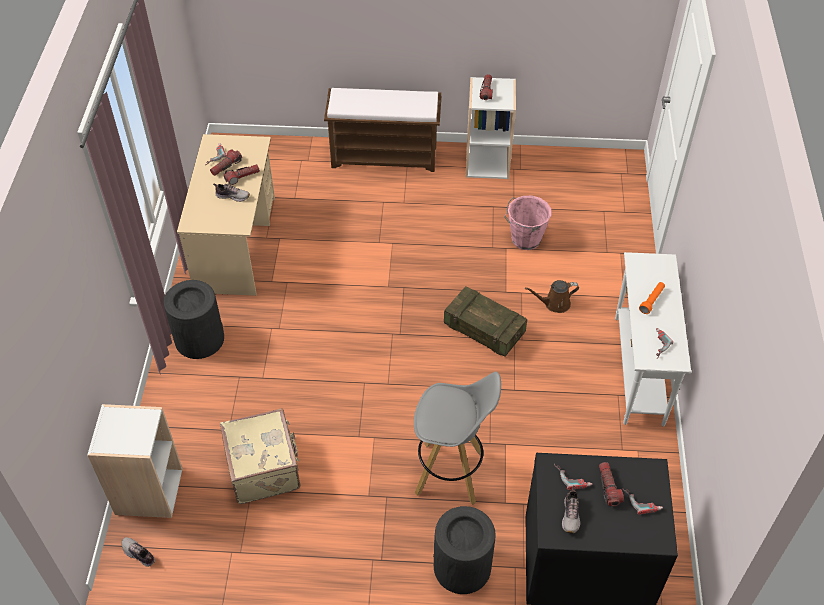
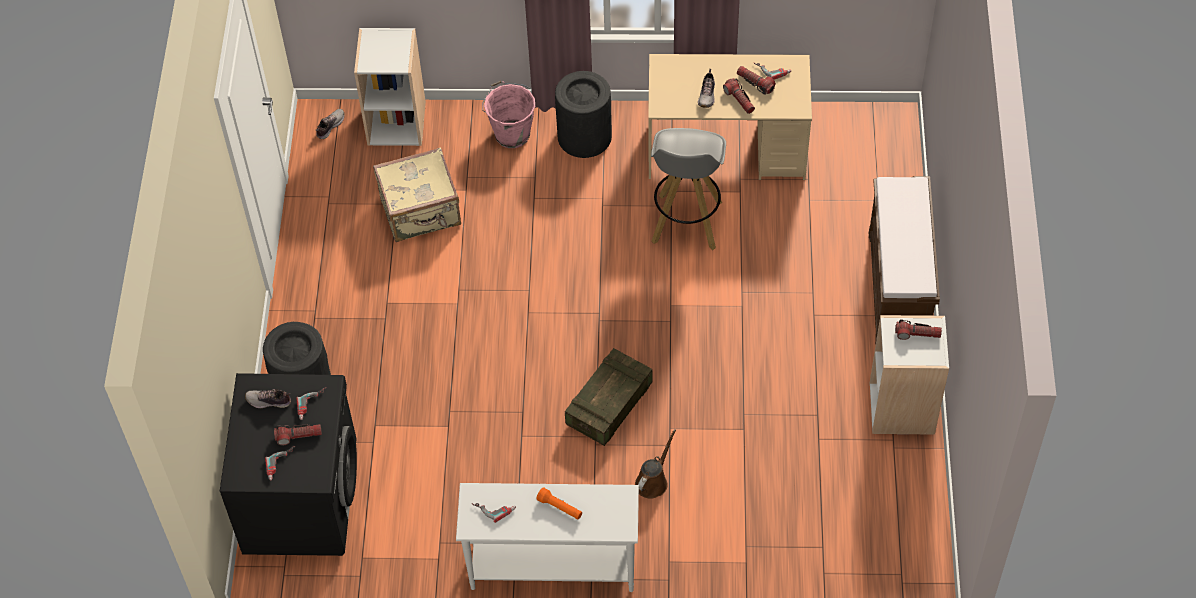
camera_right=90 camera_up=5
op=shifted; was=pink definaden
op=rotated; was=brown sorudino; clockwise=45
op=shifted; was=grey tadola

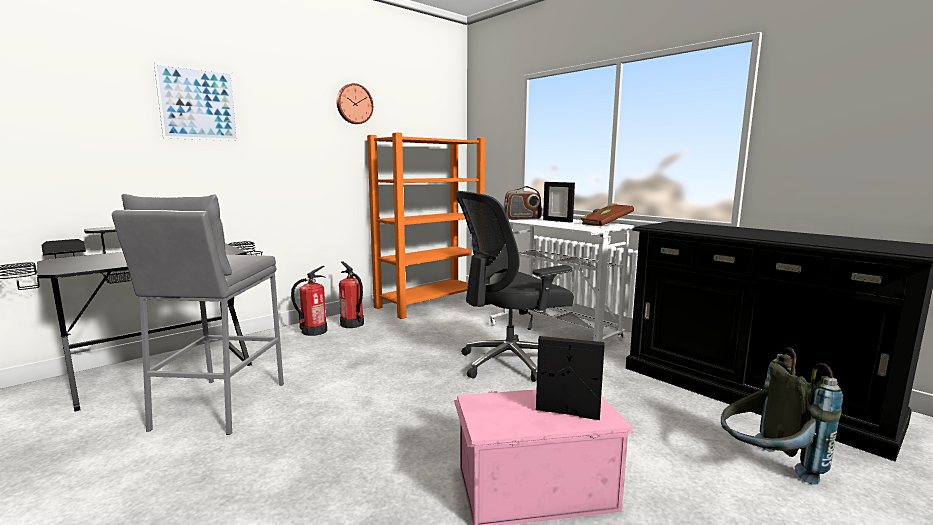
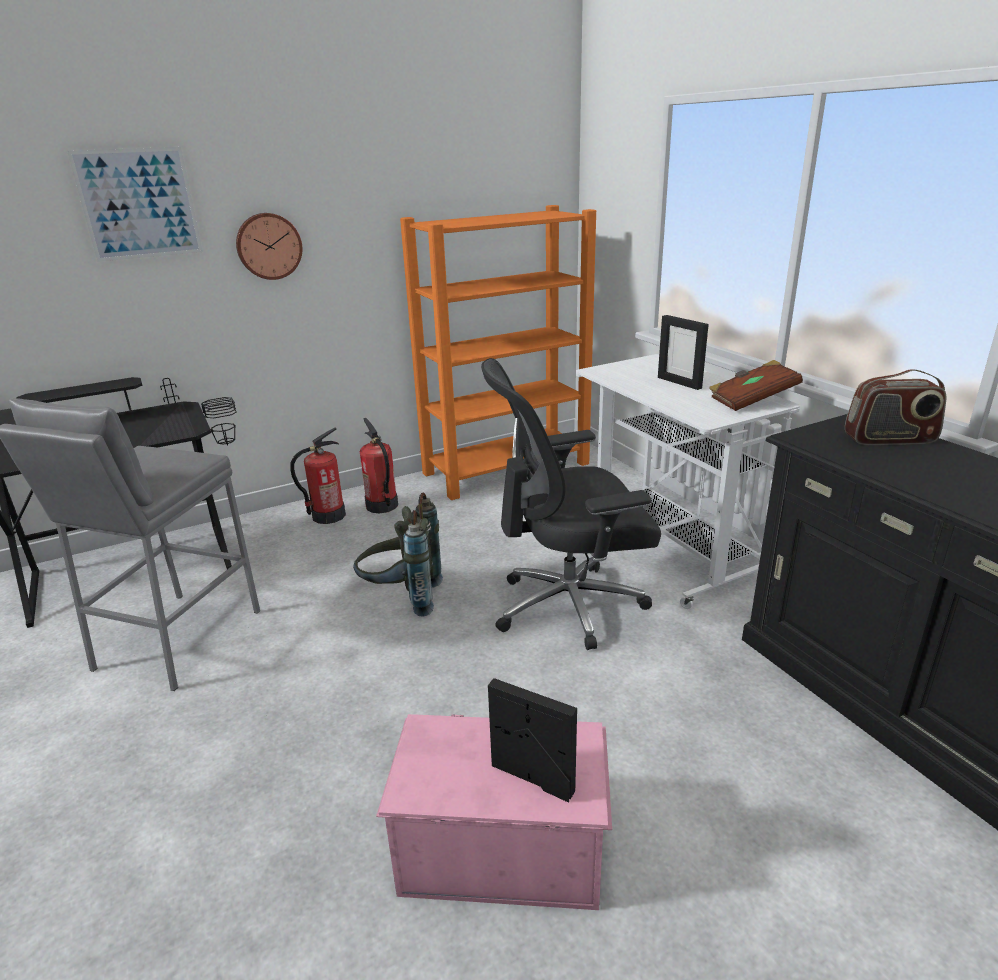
camera_right=15 camera_up=15
op=shifted; was=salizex
op=shifted; was=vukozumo
op=shifted; was=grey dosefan

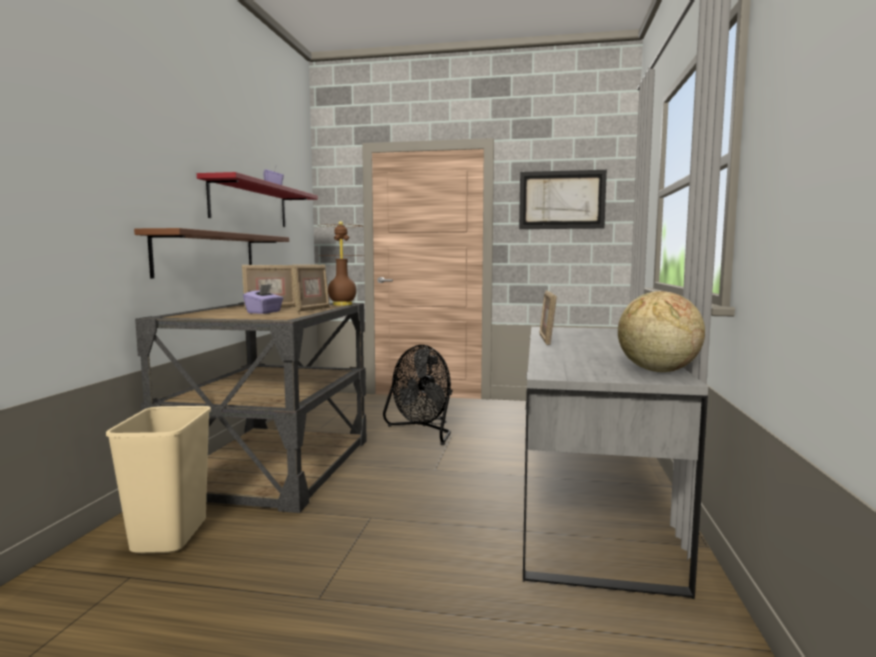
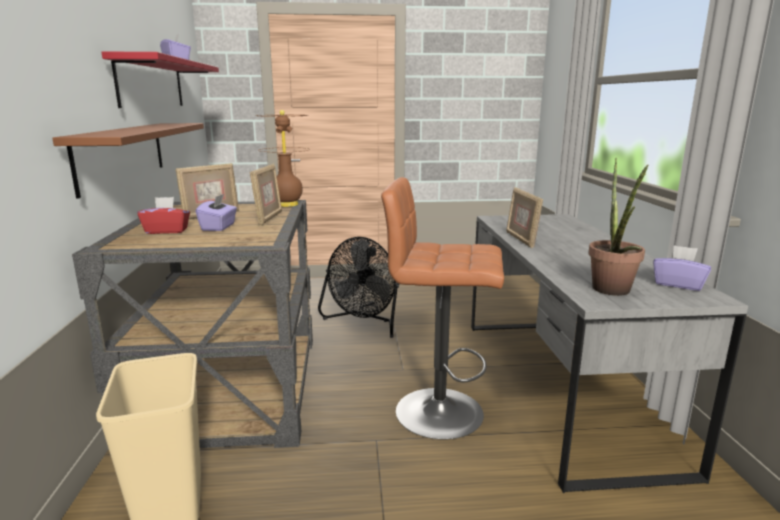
camera_right=-15 camera_up=10
op=gone; was=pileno
op=swapped; was=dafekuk; now=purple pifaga (no. 3 from left)
op=new; now=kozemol
op=new; now=brown tadola
op=new; now=red pifaga

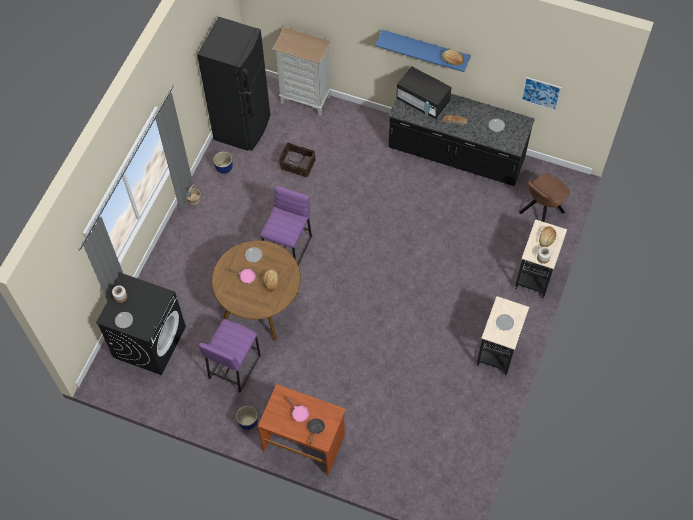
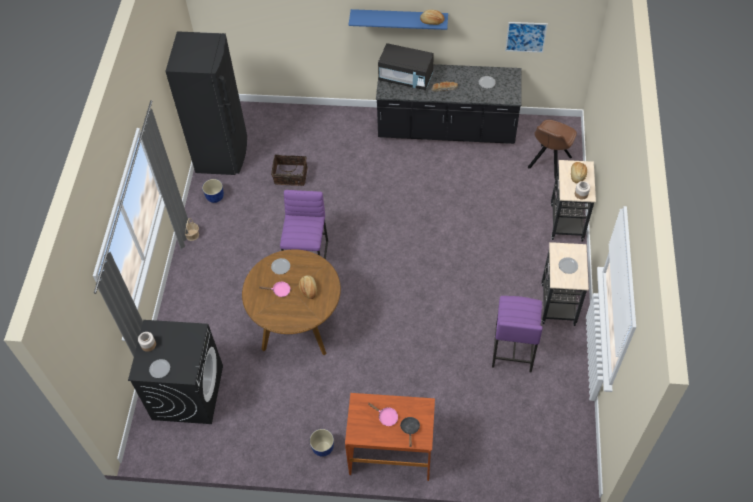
camera_right=-15 camera_up=-5
op=gone; was=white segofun
op=shifted; was=purple tadola (no. 1 from left in the first image); now=purple tadola (no. 2 from left)

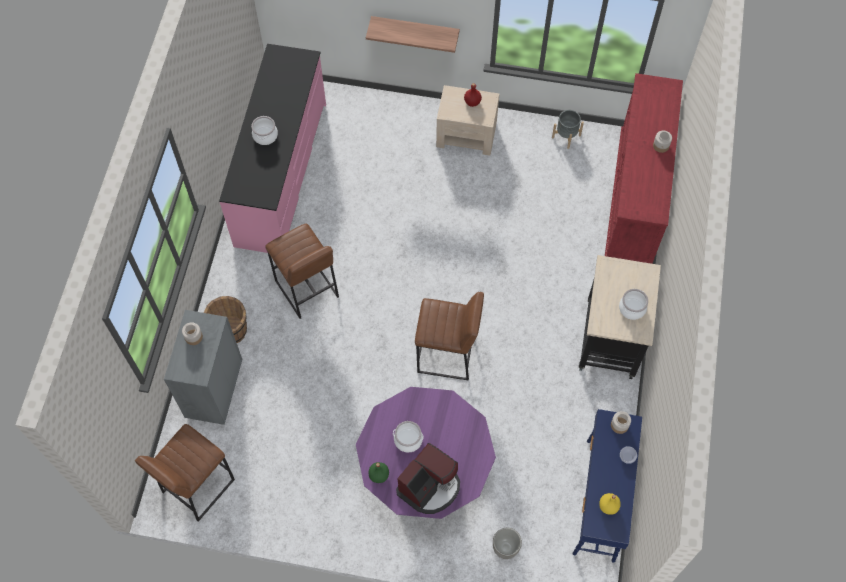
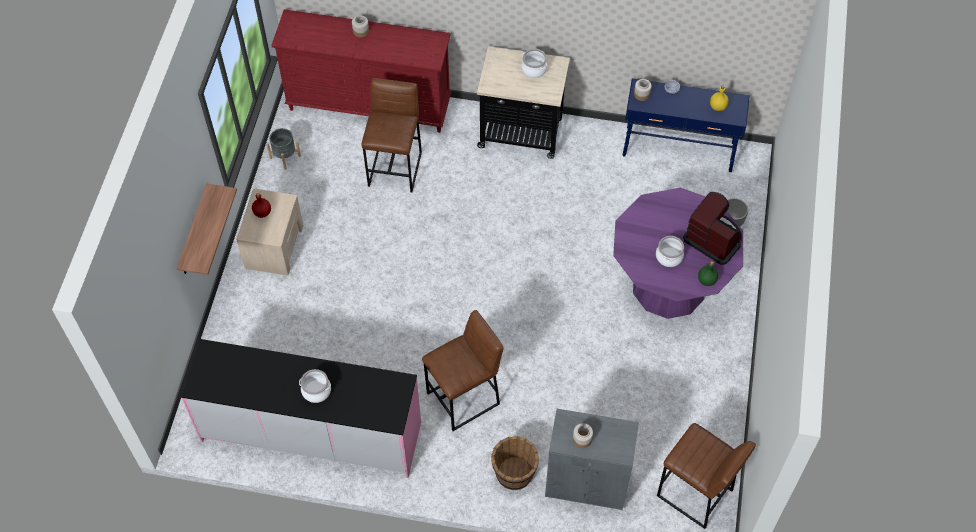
camera_right=-90 camera_up=-5
op=shifted; was=brown tadola (no. 3 from left in the first image); now=brown tadola (no. 1 from left)

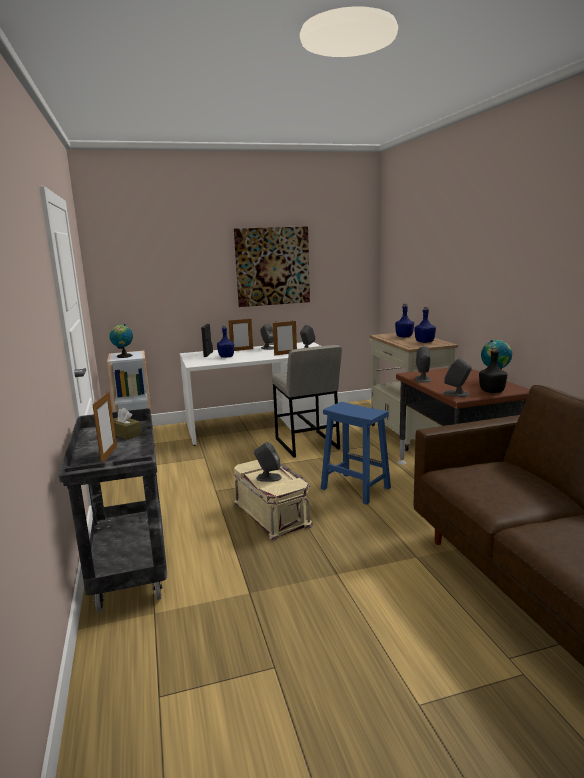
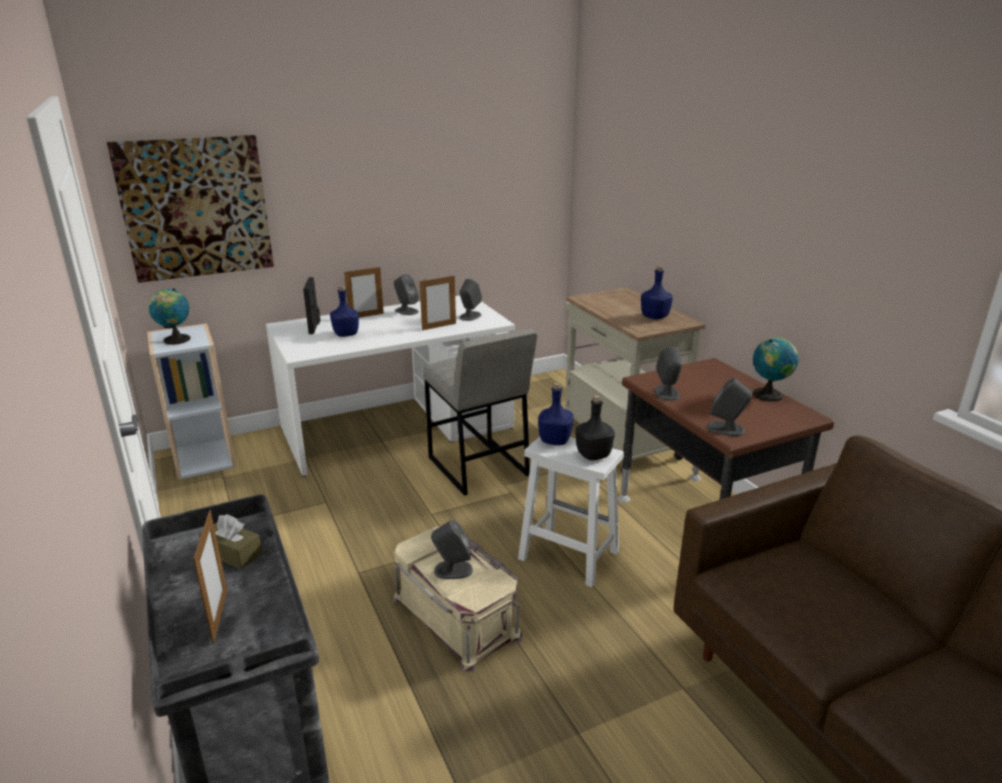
camera_right=-10 camera_up=10
op=shifted; was=pileno
op=shifted; was=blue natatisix (no. 2 from left)
op=shifted; was=black natatisix
op=repainted; was=blue tadola; now=white tadola

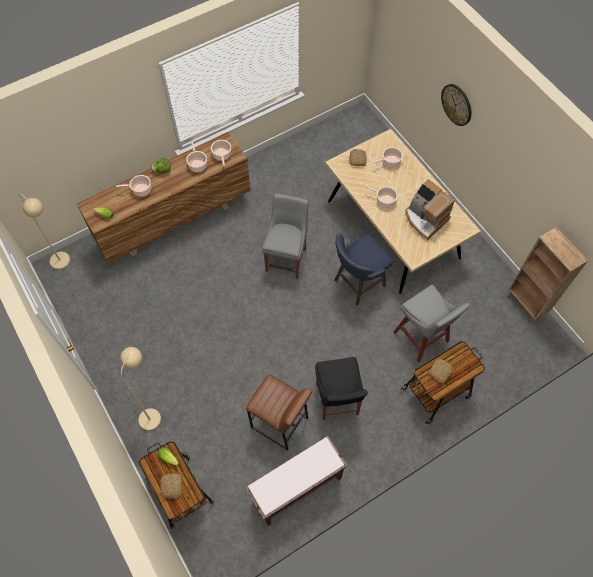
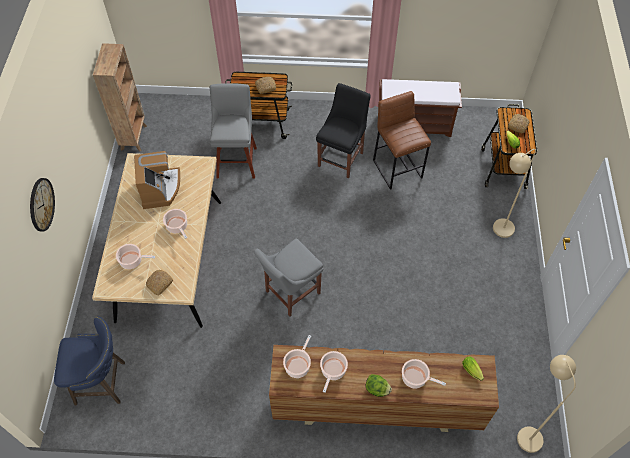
camera_right=-145 camera_up=-5
op=shifted; was=blue tadola

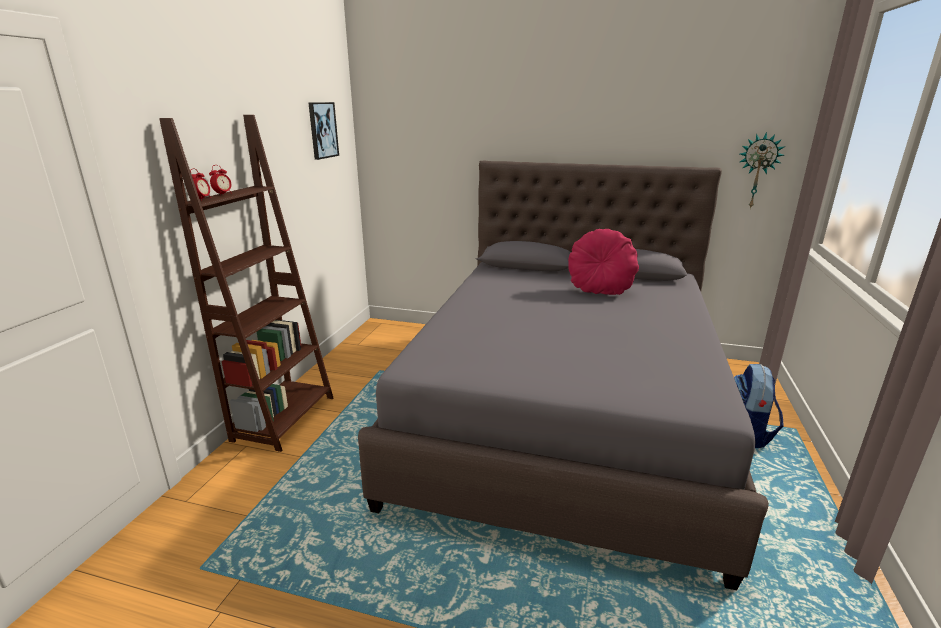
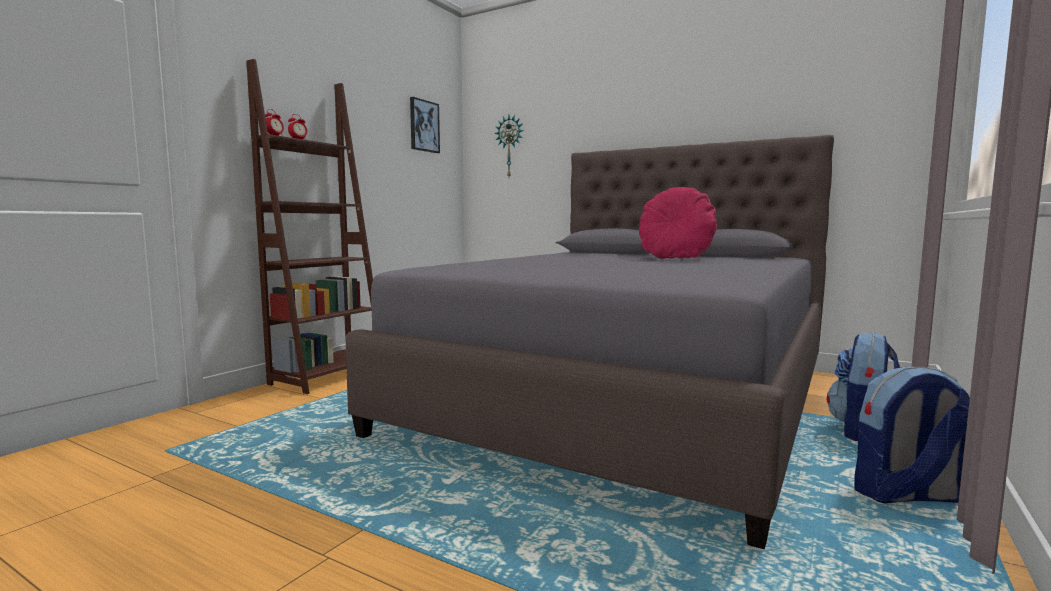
camera_right=15 camera_up=-15
op=shifted; was=salizex
op=new; now=dosefan (no. 2 from left)

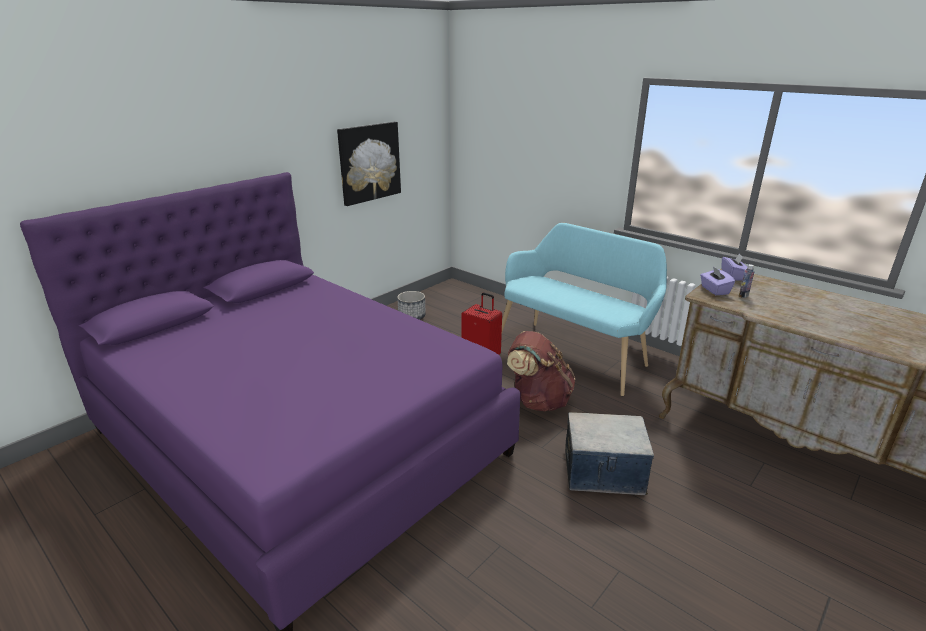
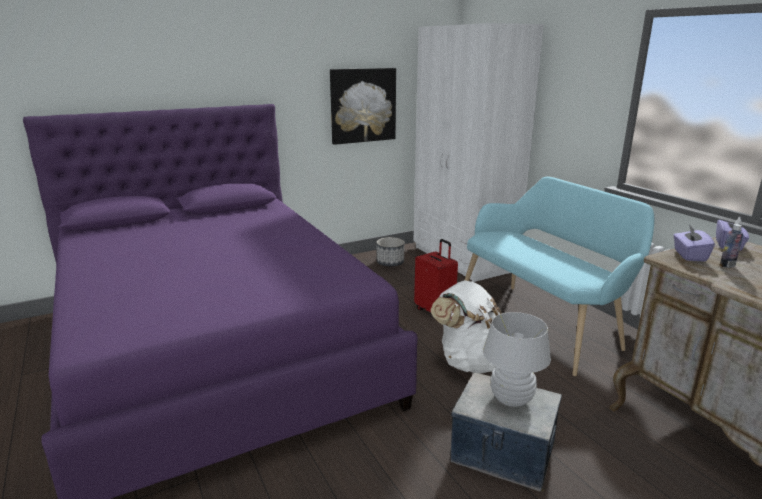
camera_right=20 camera_up=-5
op=repainted; was=brown dosefan; now=white dosefan
op=new; now=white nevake
op=new; now=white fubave

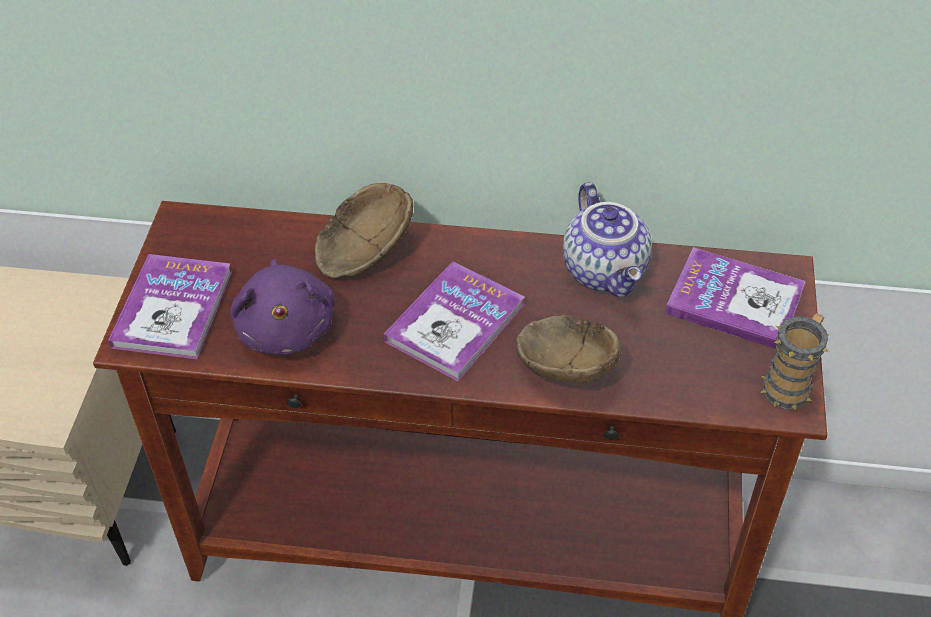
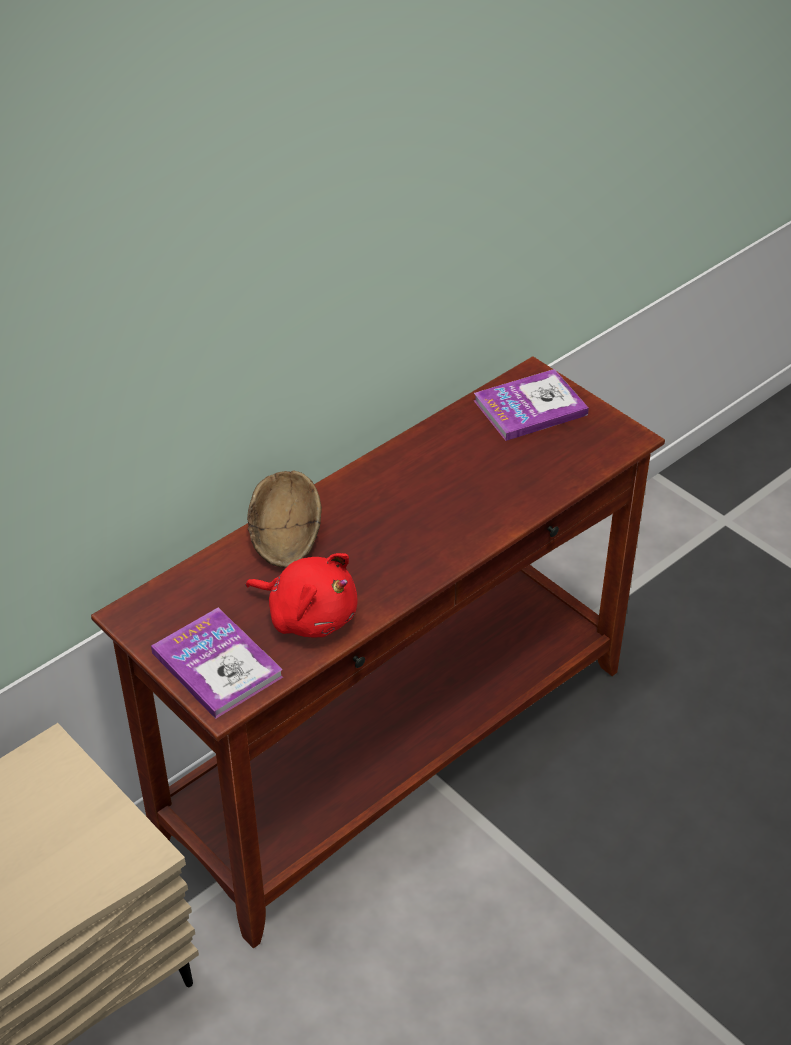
camera_right=-50 camera_up=-5
op=gone; was=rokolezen
op=repainted; was=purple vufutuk; now=red vufutuk
op=gone; was=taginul (no. 2 from left)
op=gone; was=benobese
op=gone; was=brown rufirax (no. 2 from left)

